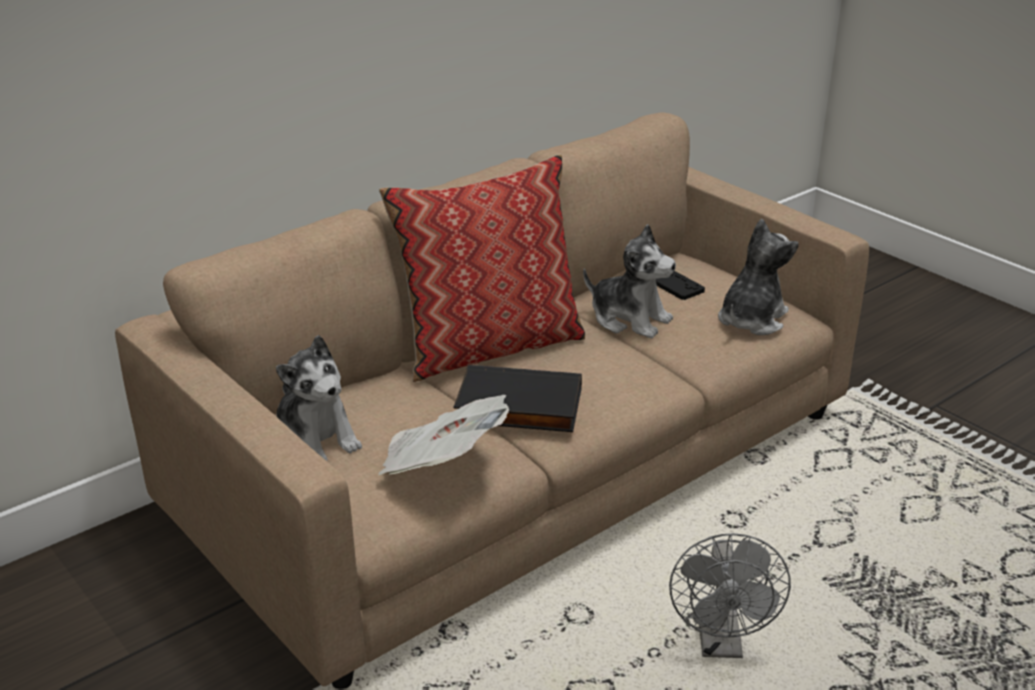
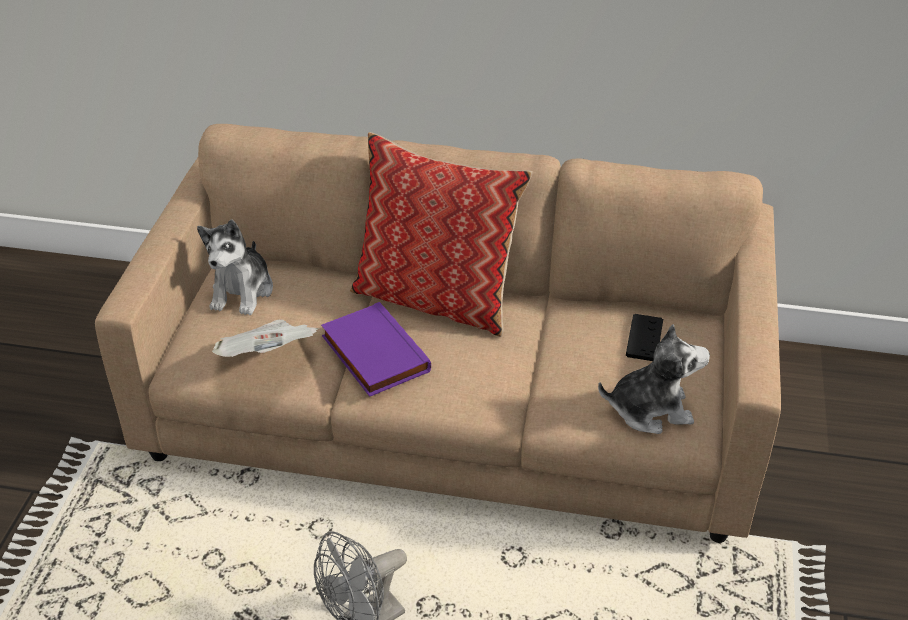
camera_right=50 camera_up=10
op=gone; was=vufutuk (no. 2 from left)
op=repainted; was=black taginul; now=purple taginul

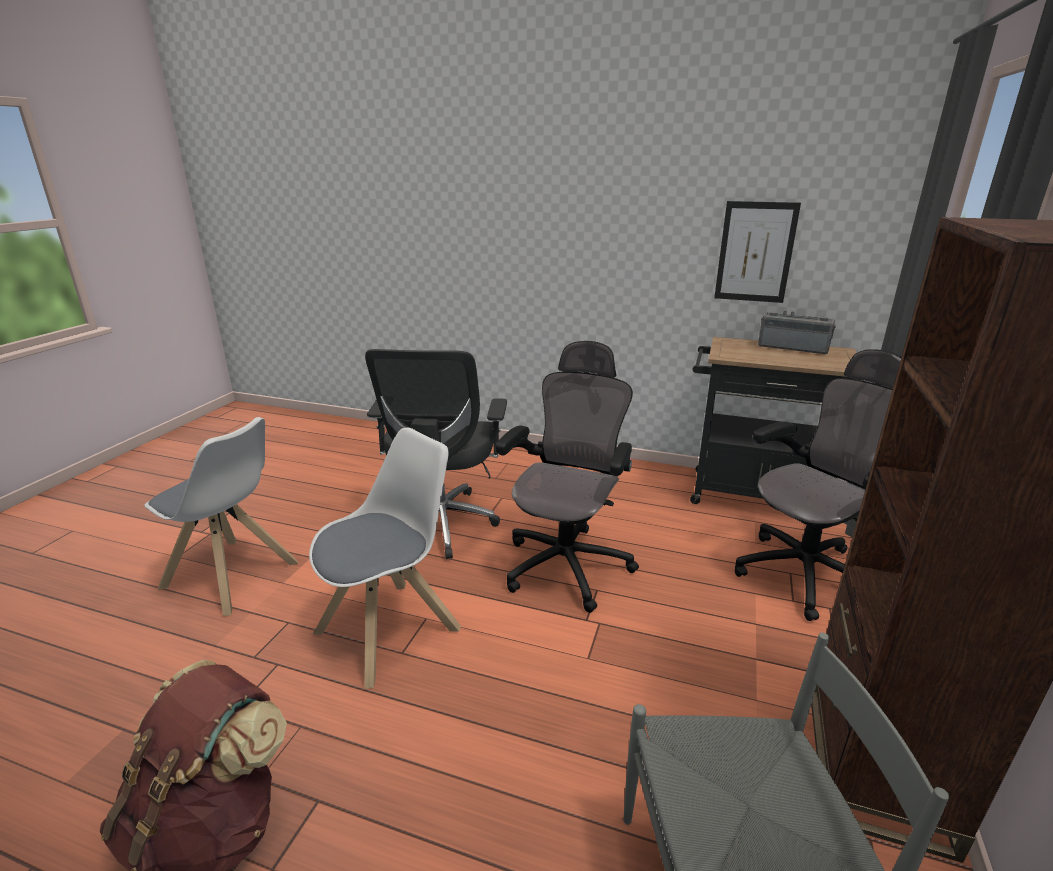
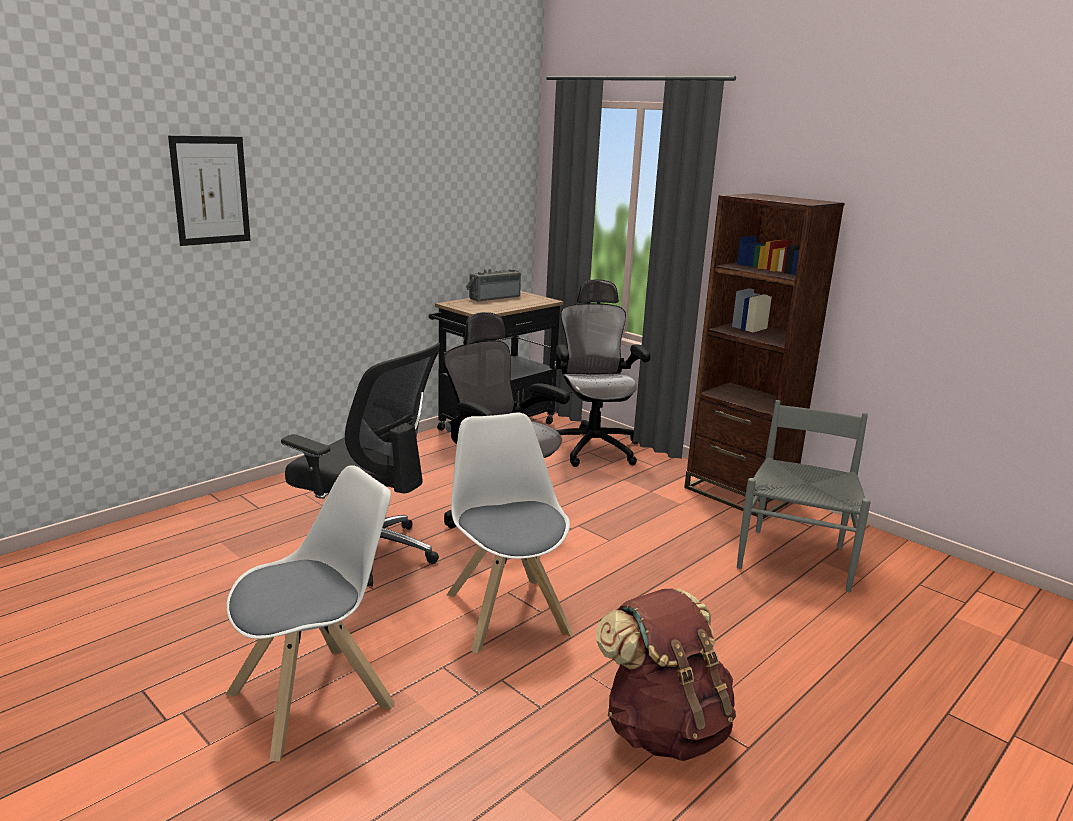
camera_right=-65 camera_up=-5
op=shifted; was=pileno

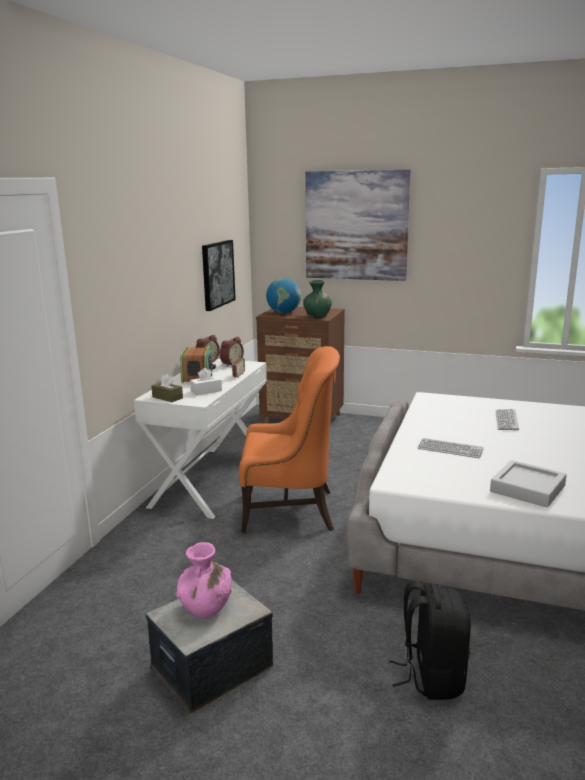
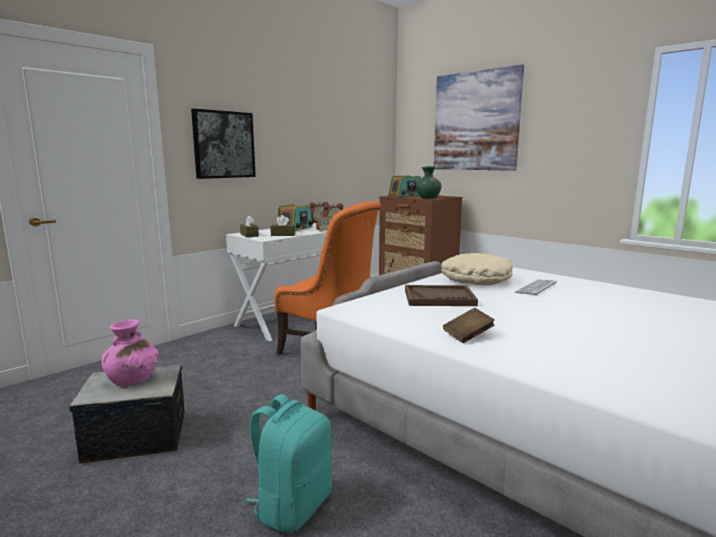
camera_right=25 camera_up=-5
op=shifted; was=pileno (no. 1 from left)
op=swapped; was=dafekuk; now=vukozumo (no. 3 from left)
op=repainted; was=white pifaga; now=brown pifaga (no. 2 from left)
op=swapped; was=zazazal (no. 1 from left); now=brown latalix
op=swapped; was=grey latalix; now=brown taginul
op=repainted; was=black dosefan; now=turquoise dosefan
op=new; now=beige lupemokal

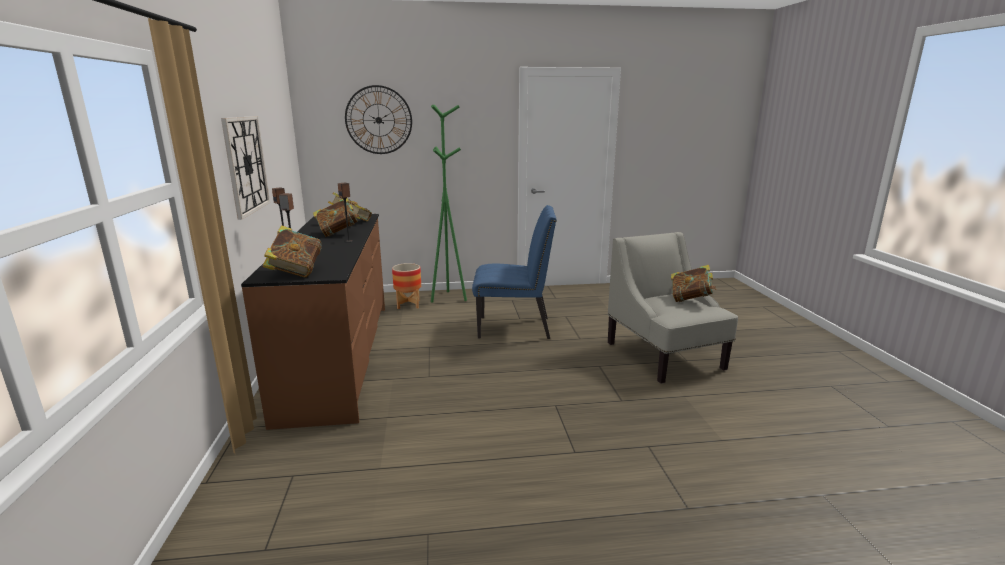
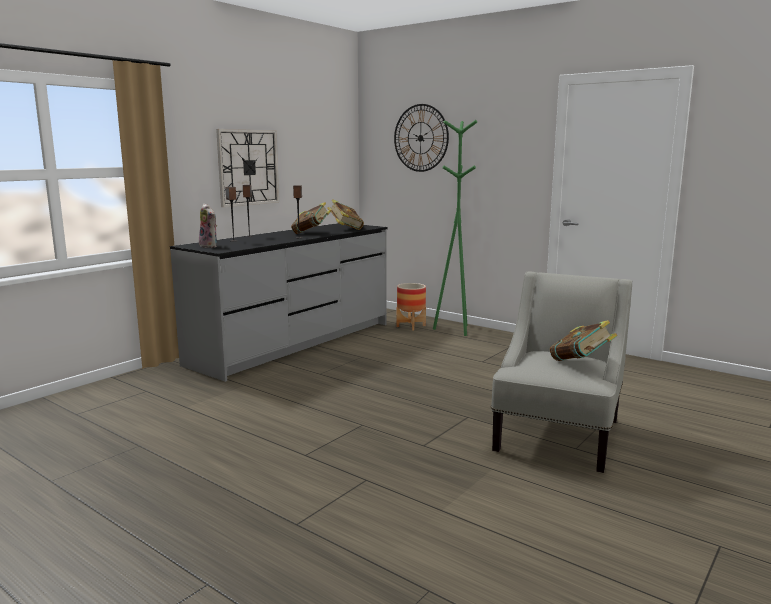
camera_right=45 camera_up=-5
op=gone; was=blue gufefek
op=repainted; was=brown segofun; now=grey segofun
op=swapped; was=taginul (no. 1 from left); now=vufutuk

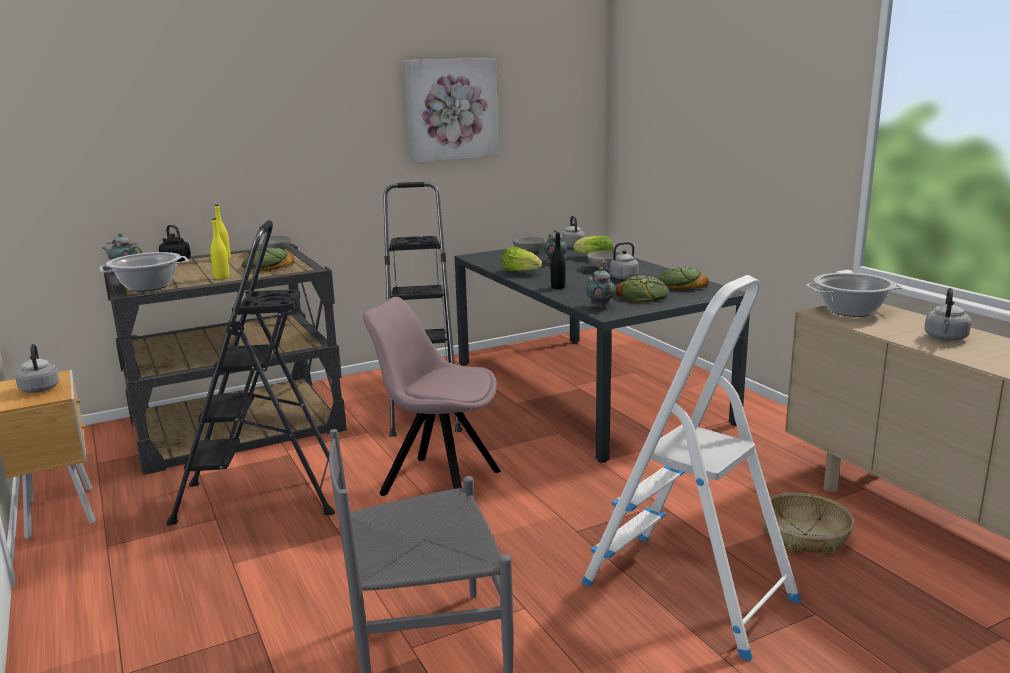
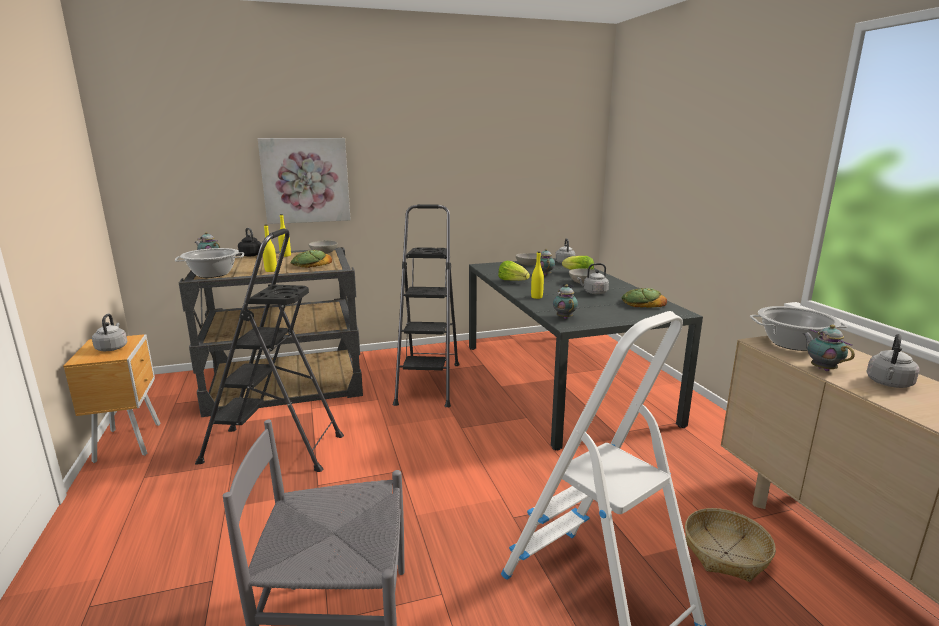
camera_right=10 camera_up=0
op=shifted; was=pileno
op=repainted; was=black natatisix; now=yellow natatisix (no. 3 from left)
op=gone; was=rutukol (no. 2 from left)
op=gone; was=pink gufefek
op=new; now=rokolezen (no. 4 from left)

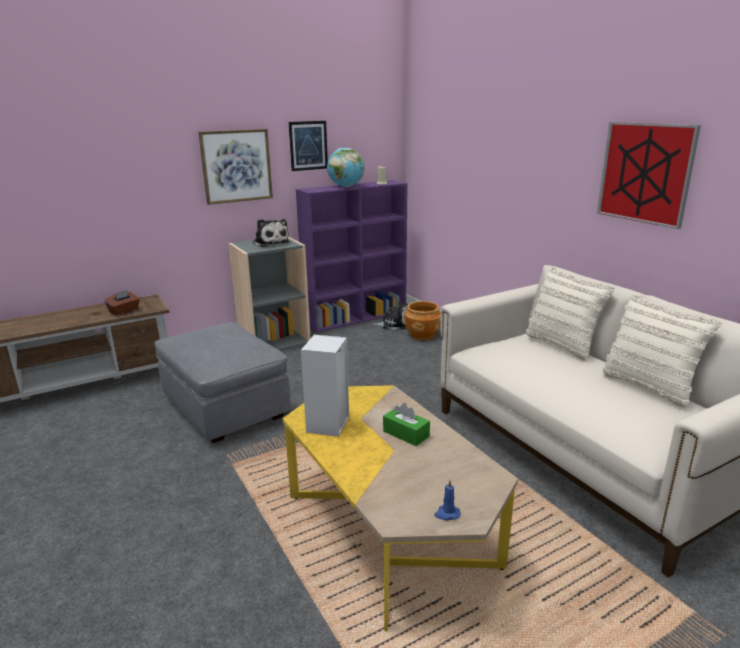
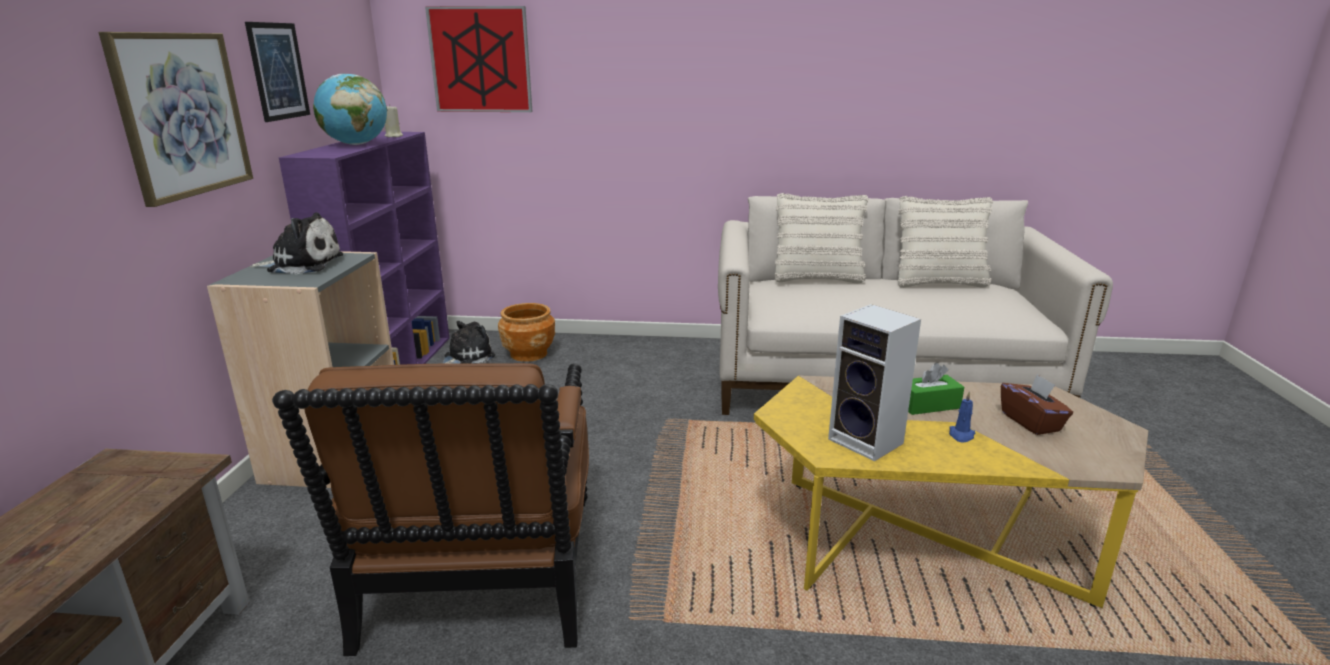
camera_right=-55 camera_up=0
op=shifted; was=pileno (no. 3 from left)
op=shifted; was=brown pifaga
op=swapped; was=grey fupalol; now=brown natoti
op=shifted; was=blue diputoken

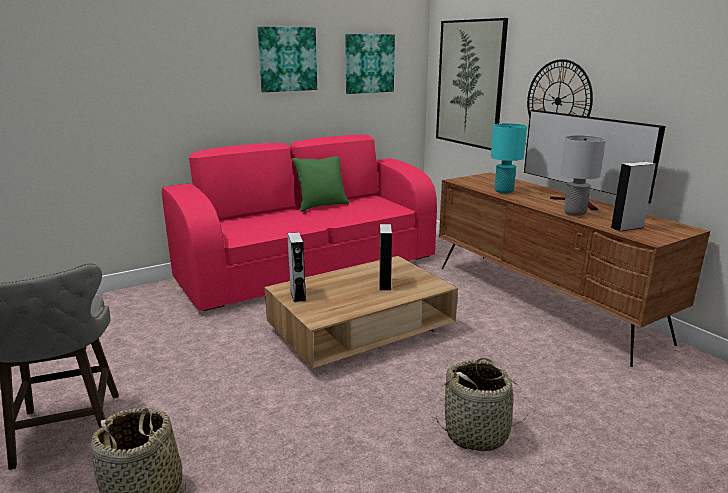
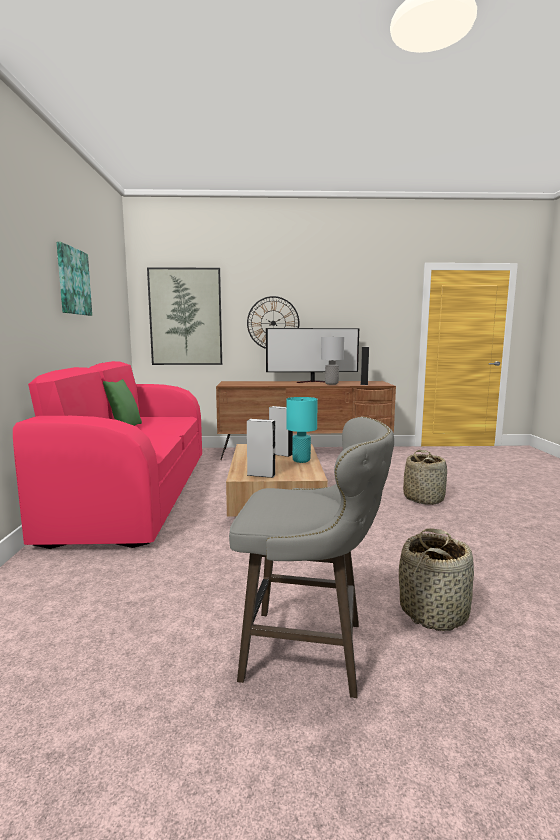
camera_right=-60 camera_up=-10
op=gone; was=pileno (no. 2 from left)
op=shifted; was=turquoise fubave

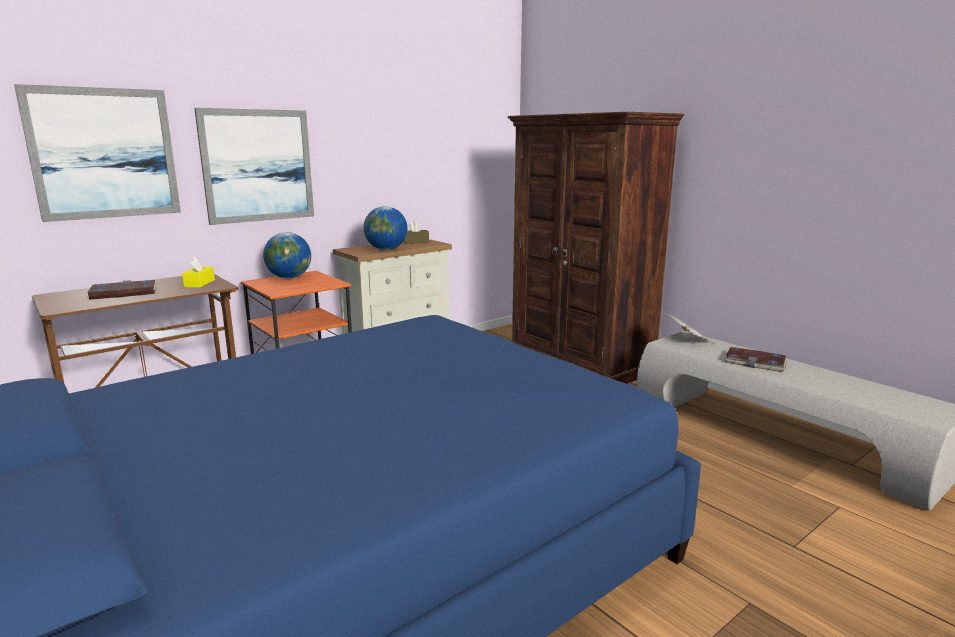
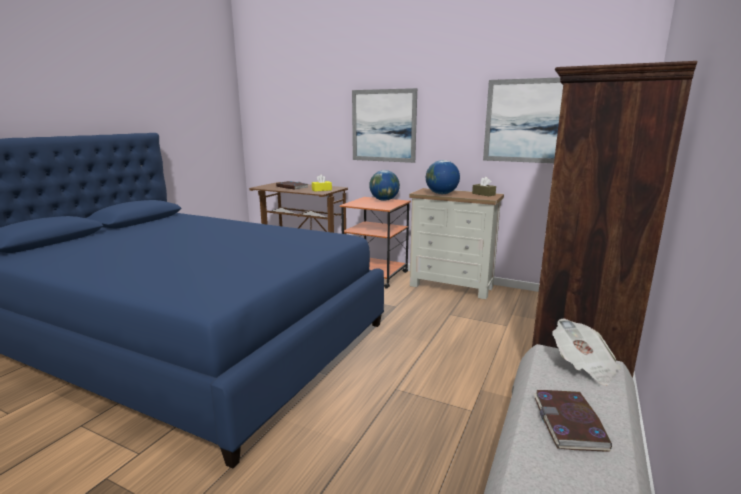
camera_right=65 camera_up=0
op=shifted; was=pileno (no. 1 from left in the first image); now=pileno (no. 2 from left)

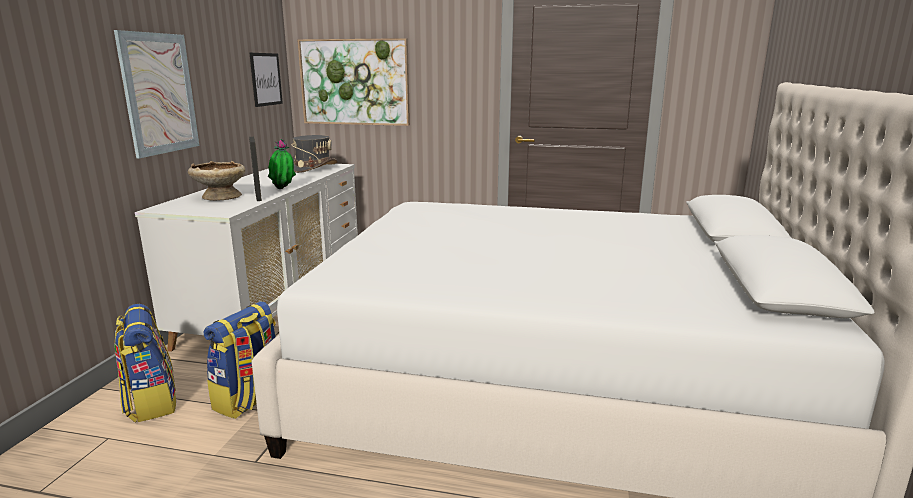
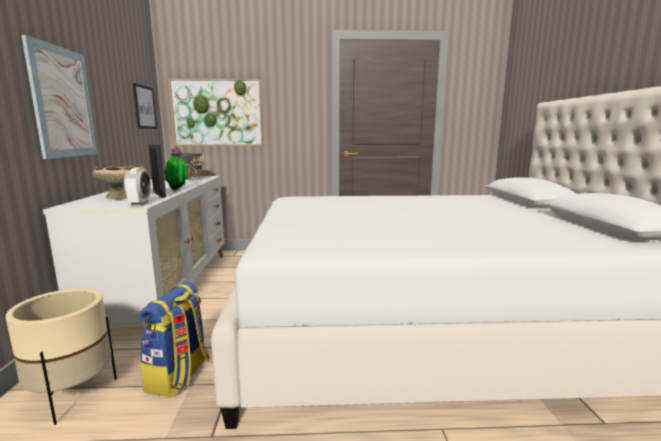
camera_right=-15 camera_up=-5
op=swapped; was=dosefan (no. 1 from left); now=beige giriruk
op=new; now=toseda

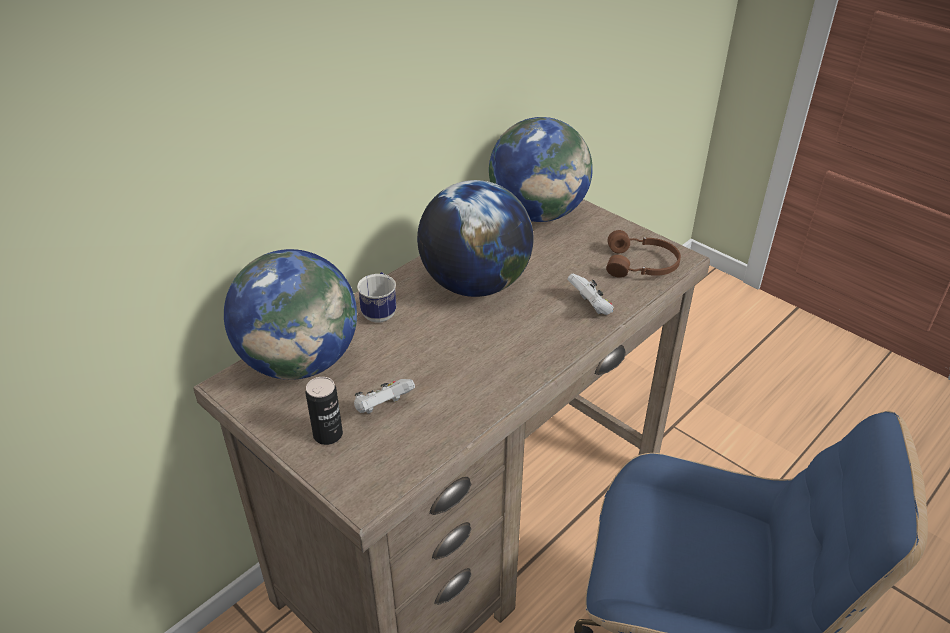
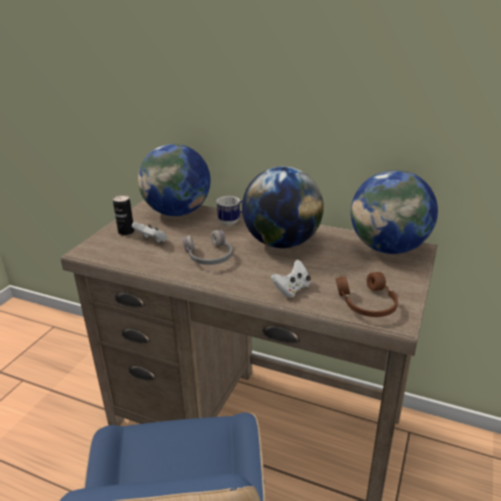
camera_right=70 camera_up=-10
op=new; now=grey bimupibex

